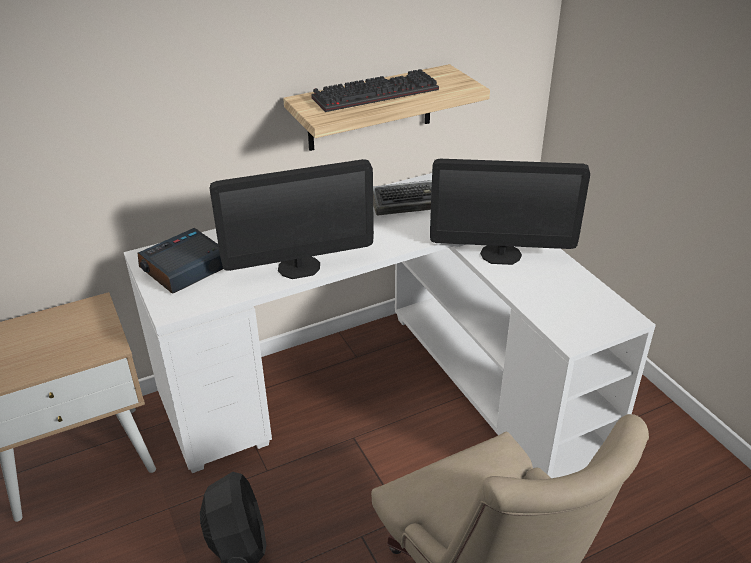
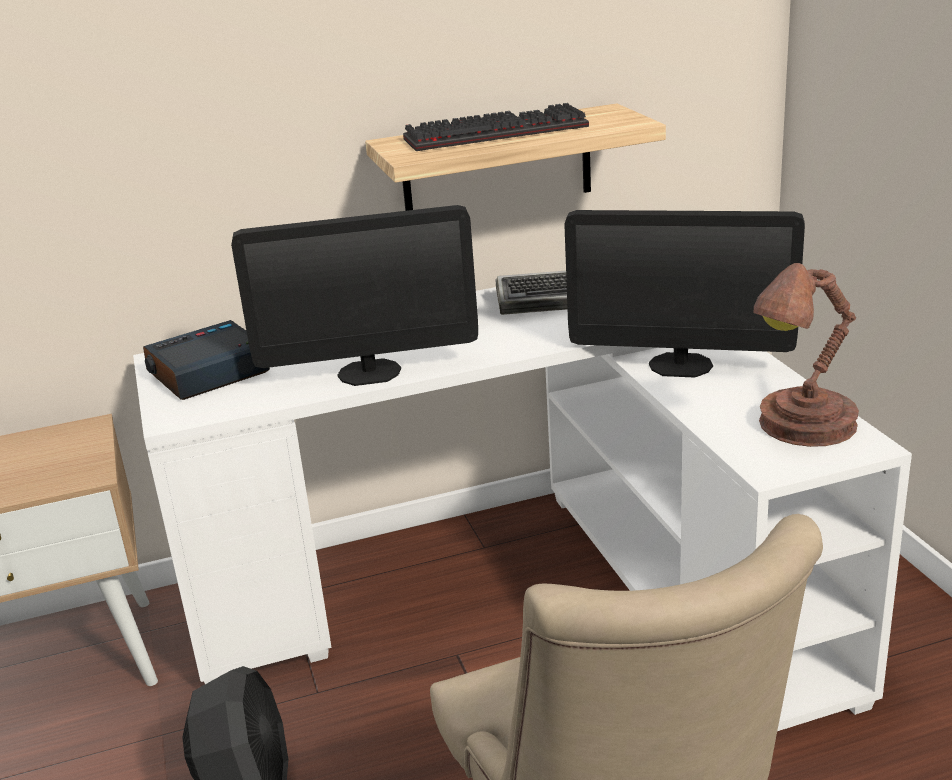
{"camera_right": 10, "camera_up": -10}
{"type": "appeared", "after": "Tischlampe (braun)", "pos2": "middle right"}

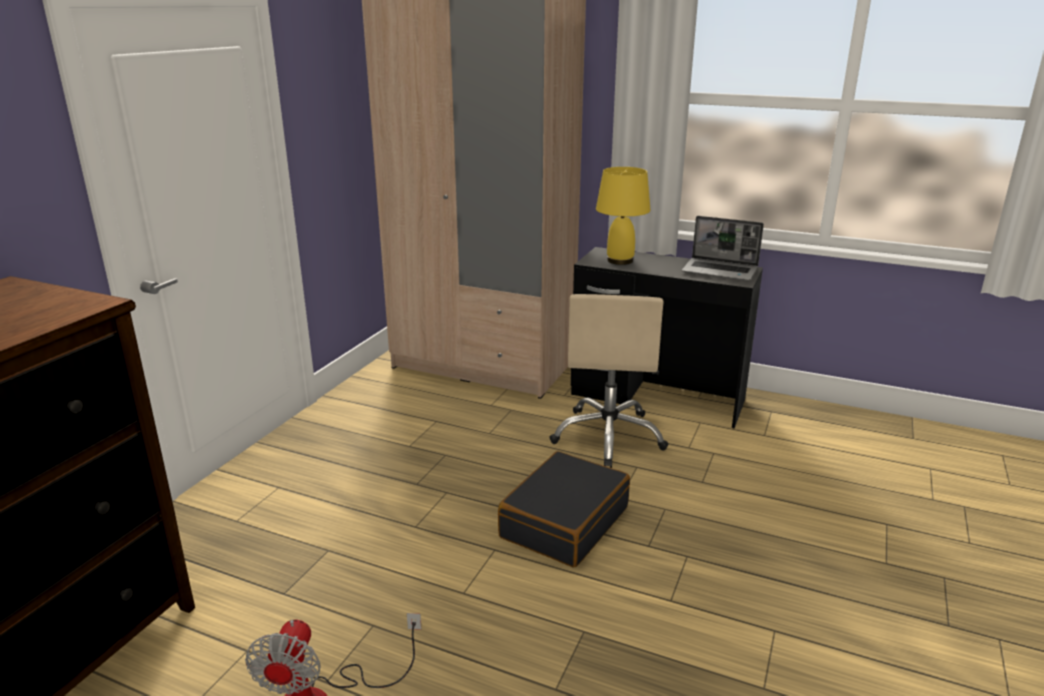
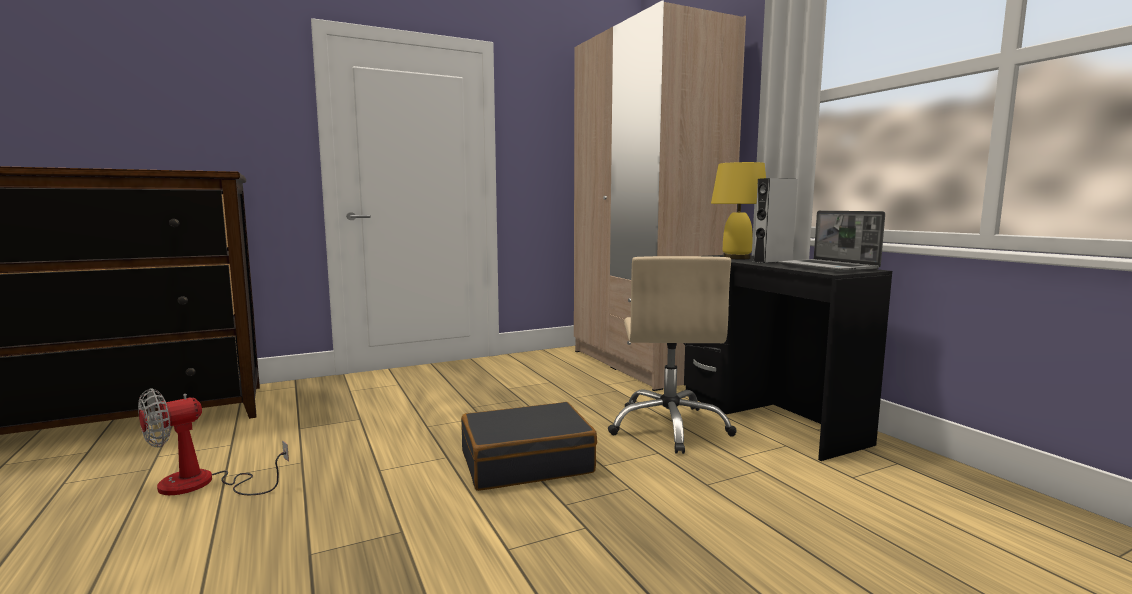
{"camera_right": 40, "camera_up": -15}
{"type": "appeared", "after": "Lautsprecher (grau)", "pos2": "middle right"}
{"type": "spun", "before": "Bürostuhl (beige)", "pos1": "centre", "pos2": "centre", "turn": -45}

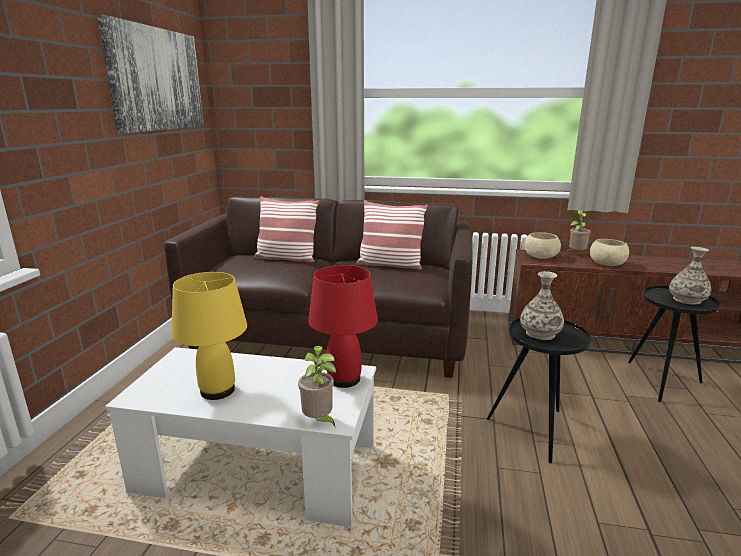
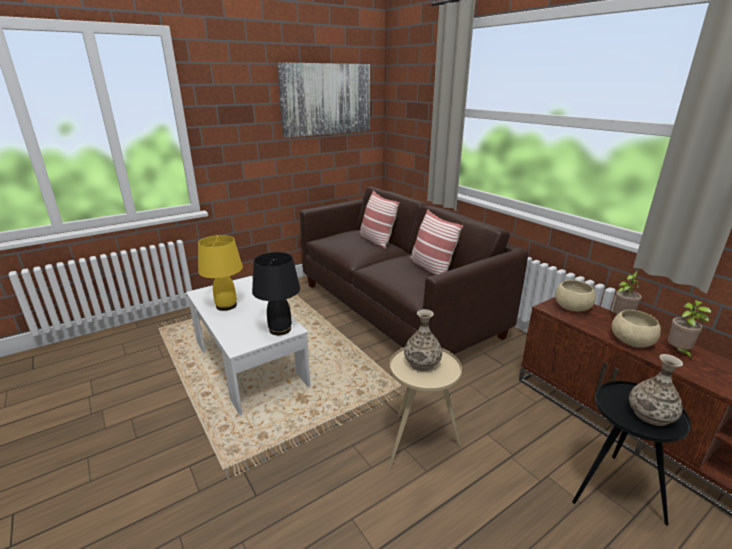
{"camera_right": 45, "camera_up": 5}
{"type": "relocated", "before": "Topfpflanze (no. 1 from left in the first image)", "after": "Topfpflanze (no. 2 from left)", "pos1": "bottom centre", "pos2": "middle right"}
{"type": "colour", "before": "Tischlampe (rot)", "after": "Tischlampe (schwarz)", "pos1": "centre", "pos2": "centre"}
{"type": "colour", "before": "Beistelltisch (schwarz) (no. 1 from left)", "after": "Beistelltisch (beige)", "pos1": "bottom right", "pos2": "bottom centre"}

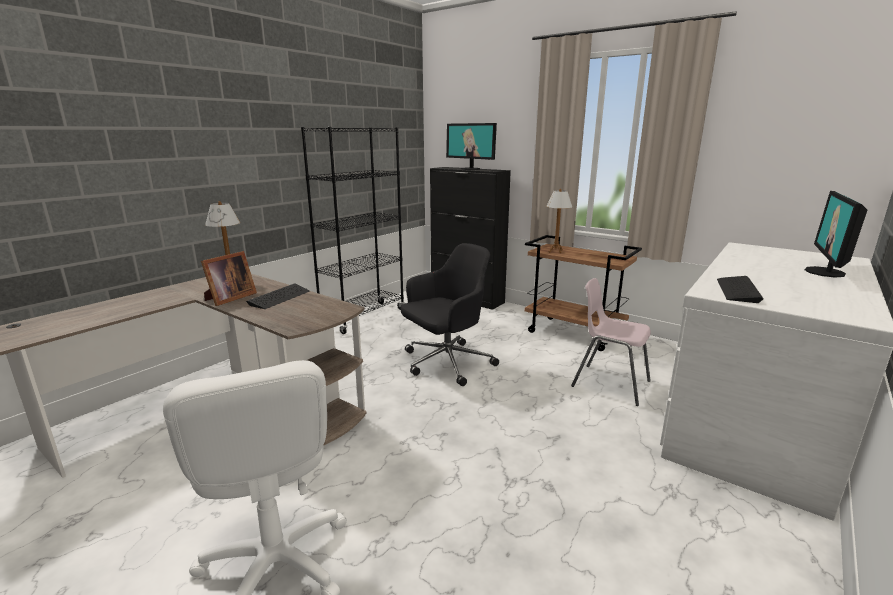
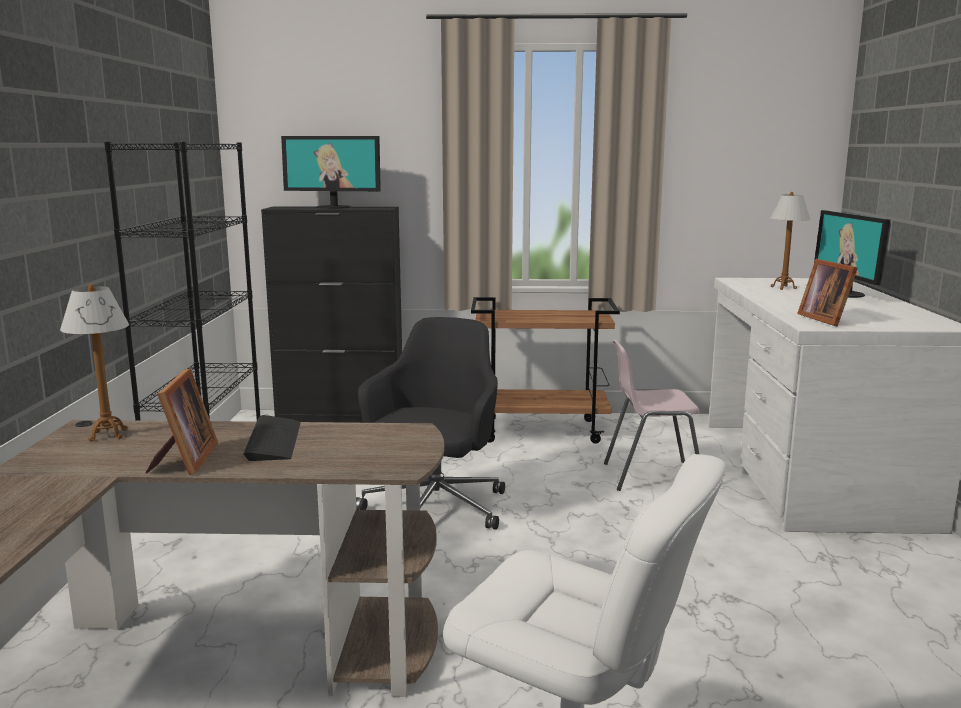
{"camera_right": -35, "camera_up": -5}
{"type": "relocated", "before": "Tischlampe (no. 2 from left)", "pos1": "centre", "pos2": "middle right"}
{"type": "exchanged", "before": "Tastatur (no. 2 from left)", "after": "Bilderrahmen (no. 2 from left)", "pos1": "middle right", "pos2": "middle right"}

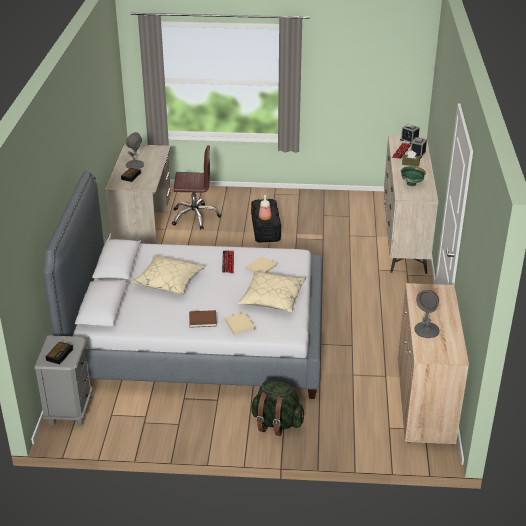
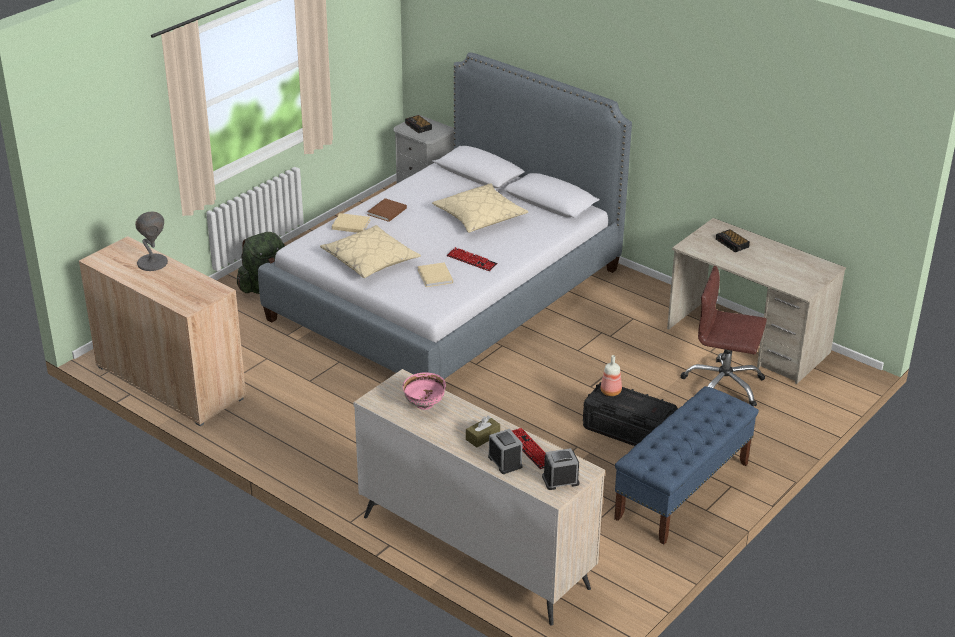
{"camera_right": 125, "camera_up": 0}
{"type": "missing", "before": "Tischlampe (grau) (no. 1 from left)", "pos1": "top left"}
{"type": "appeared", "after": "Bank (blau)", "pos2": "bottom right"}
{"type": "colour", "before": "Schüssel (grün)", "after": "Schüssel (rosa)", "pos1": "middle right", "pos2": "centre"}
{"type": "spun", "before": "Bürostuhl (braun)", "pos1": "centre", "pos2": "middle right", "turn": 75}

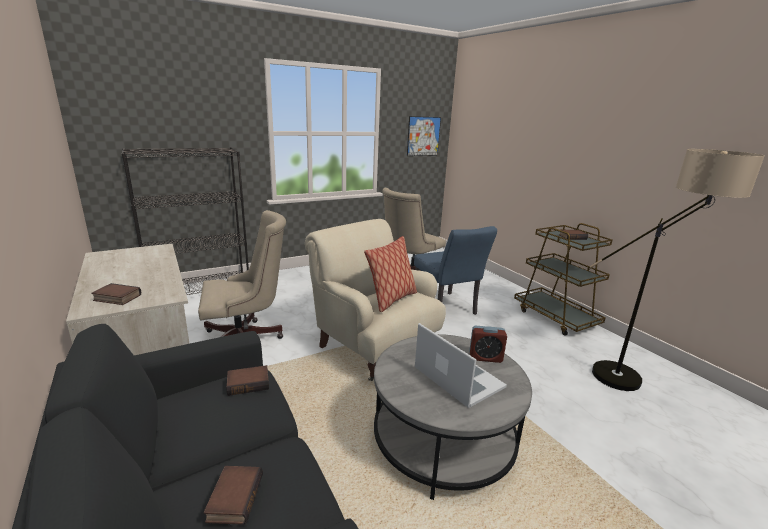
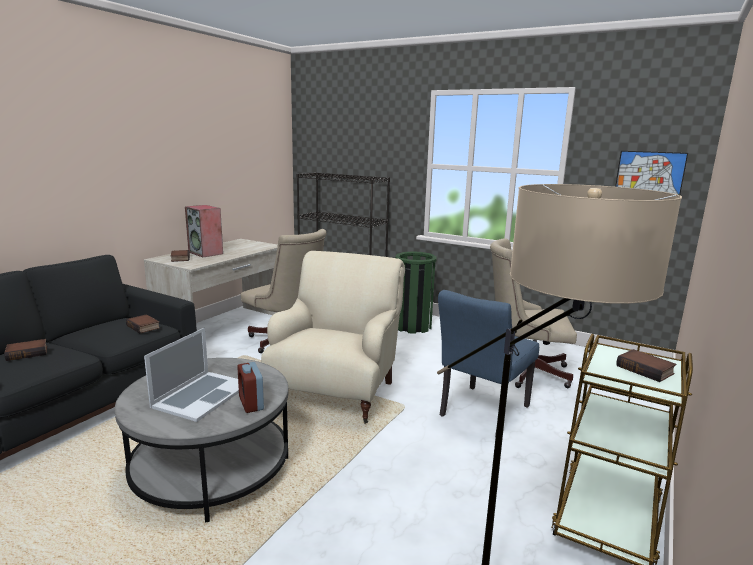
{"camera_right": 60, "camera_up": -5}
{"type": "missing", "before": "Kissen", "pos1": "centre"}
{"type": "appeared", "after": "Lautsprecher", "pos2": "middle left"}
{"type": "appeared", "after": "Mülleimer (grün)", "pos2": "centre"}

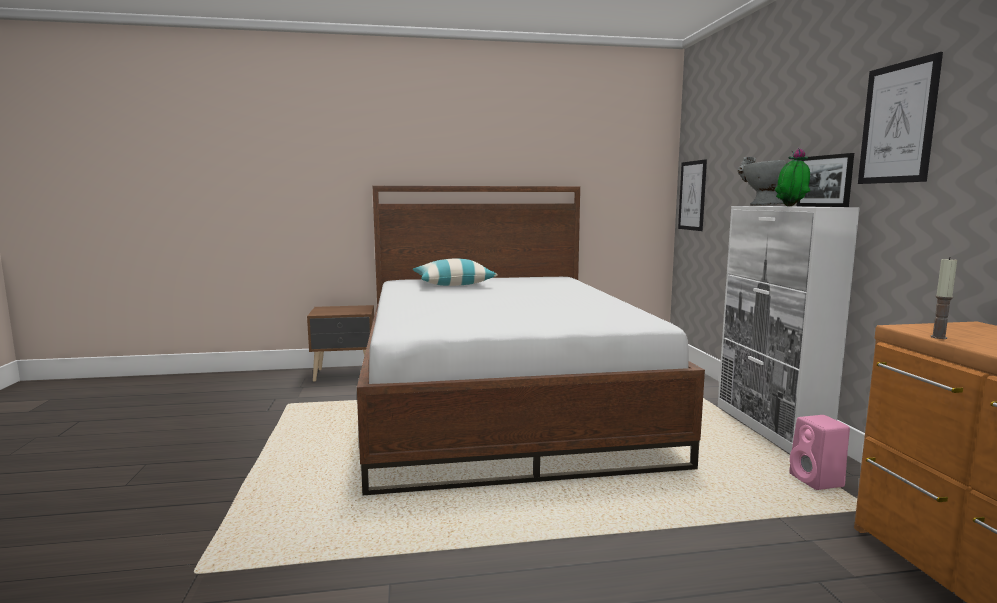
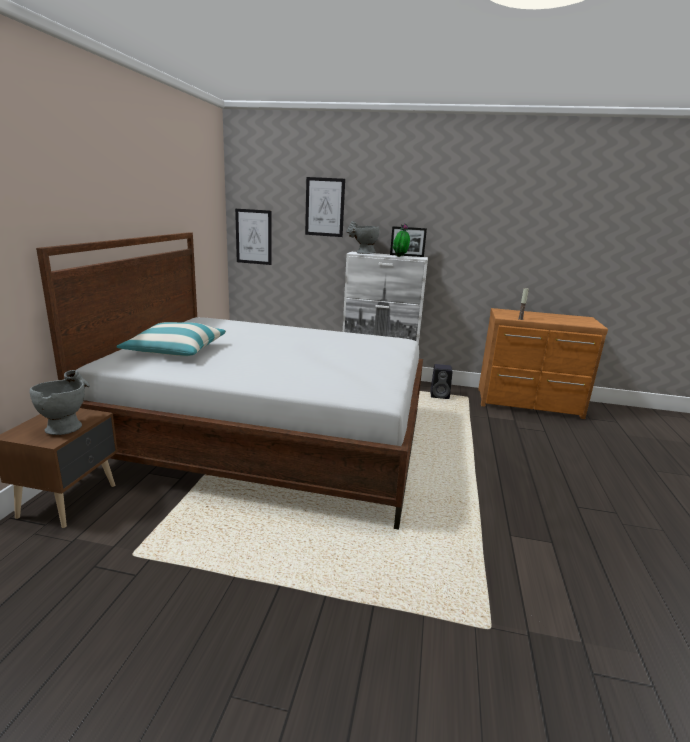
{"camera_right": -70, "camera_up": 10}
{"type": "appeared", "after": "Vase (grau) (no. 1 from left)", "pos2": "middle left"}
{"type": "relocated", "before": "Bild (no. 2 from left)", "pos1": "top right", "pos2": "top centre"}
{"type": "colour", "before": "Lautsprecher (rosa)", "after": "Lautsprecher (schwarz)", "pos1": "bottom right", "pos2": "centre"}

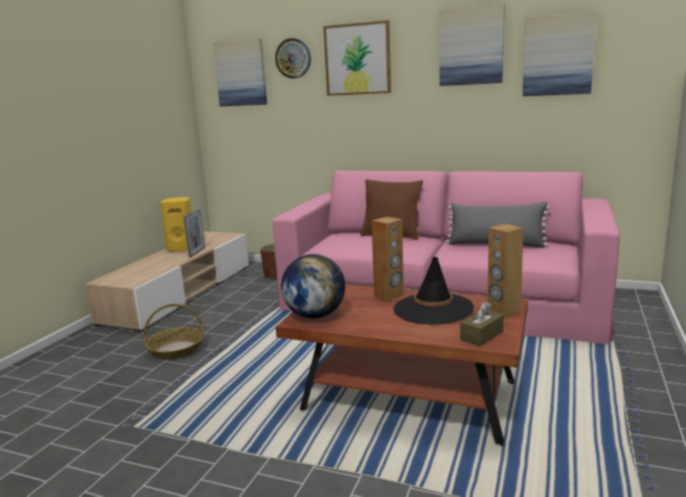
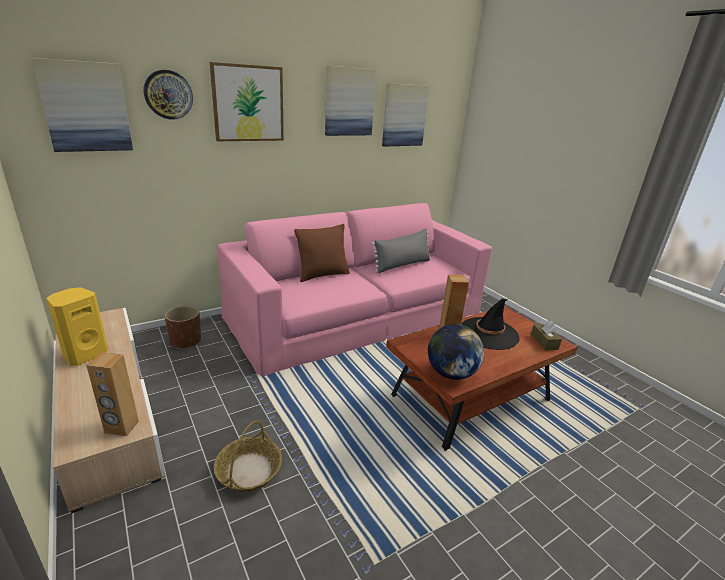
{"camera_right": -55, "camera_up": 10}
{"type": "missing", "before": "Bilderrahmen", "pos1": "middle left"}
{"type": "relocated", "before": "Lautsprecher (braun) (no. 2 from left in the first image)", "after": "Lautsprecher (braun) (no. 1 from left)", "pos1": "middle right", "pos2": "bottom left"}

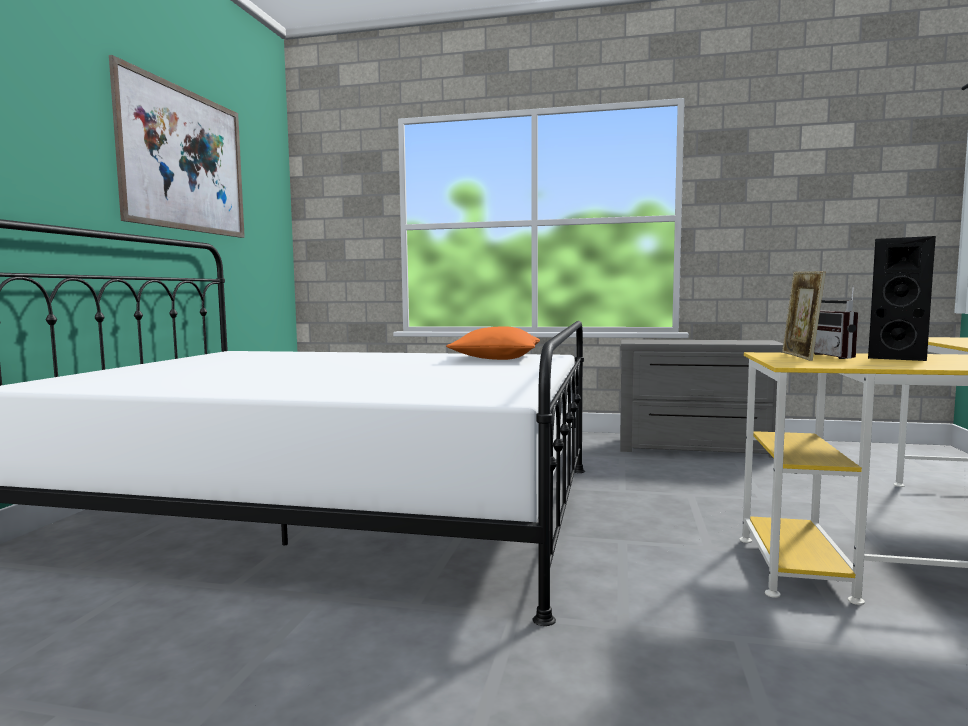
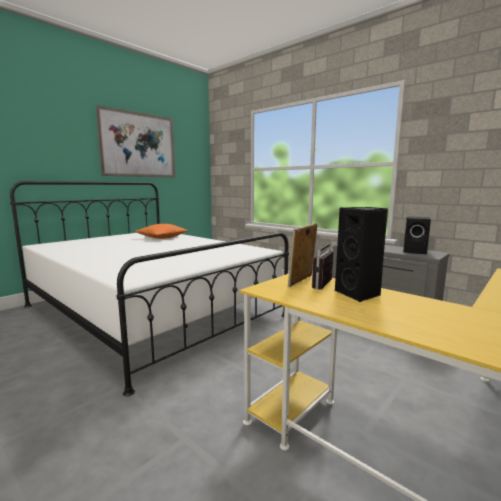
{"camera_right": 30, "camera_up": 5}
{"type": "appeared", "after": "Lautsprecher (schwarz) (no. 2 from left)", "pos2": "middle right"}
{"type": "relocated", "before": "Kissen (orange)", "pos1": "centre", "pos2": "middle left"}

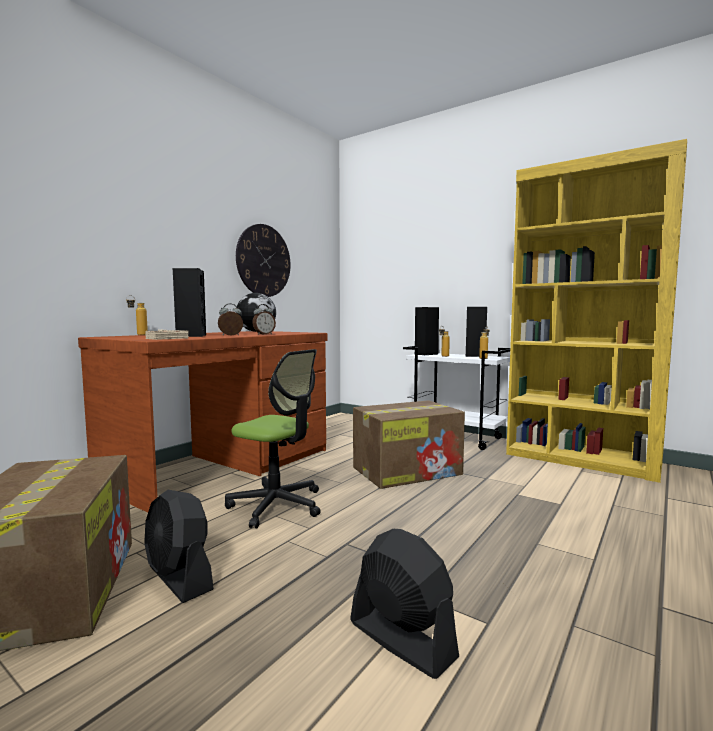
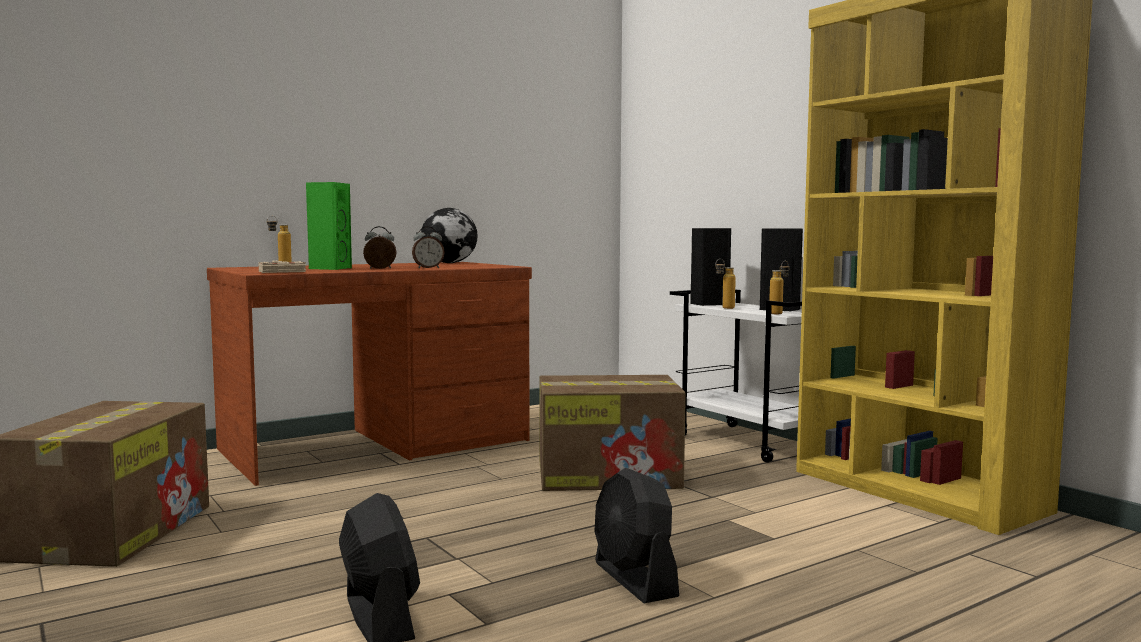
{"camera_right": 20, "camera_up": 0}
{"type": "missing", "before": "Bürostuhl", "pos1": "centre"}
{"type": "missing", "before": "Wanduhr", "pos1": "centre"}
{"type": "relocated", "before": "Ventilator (schwarz) (no. 1 from left in the first image)", "after": "Ventilator (schwarz) (no. 2 from left)", "pos1": "bottom left", "pos2": "bottom centre"}
{"type": "colour", "before": "Lautsprecher (schwarz) (no. 1 from left)", "after": "Lautsprecher (grün)", "pos1": "middle left", "pos2": "middle left"}

